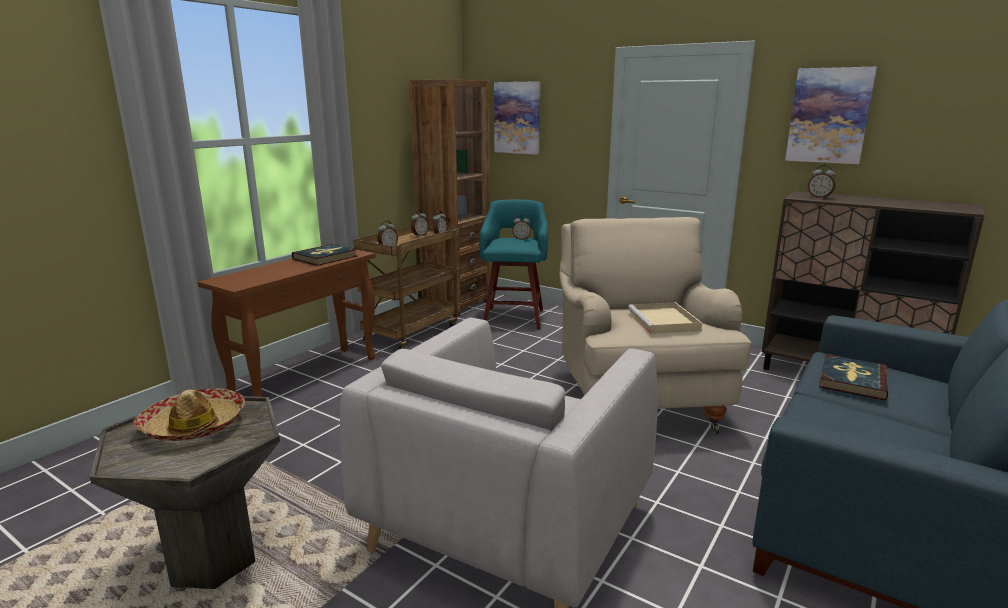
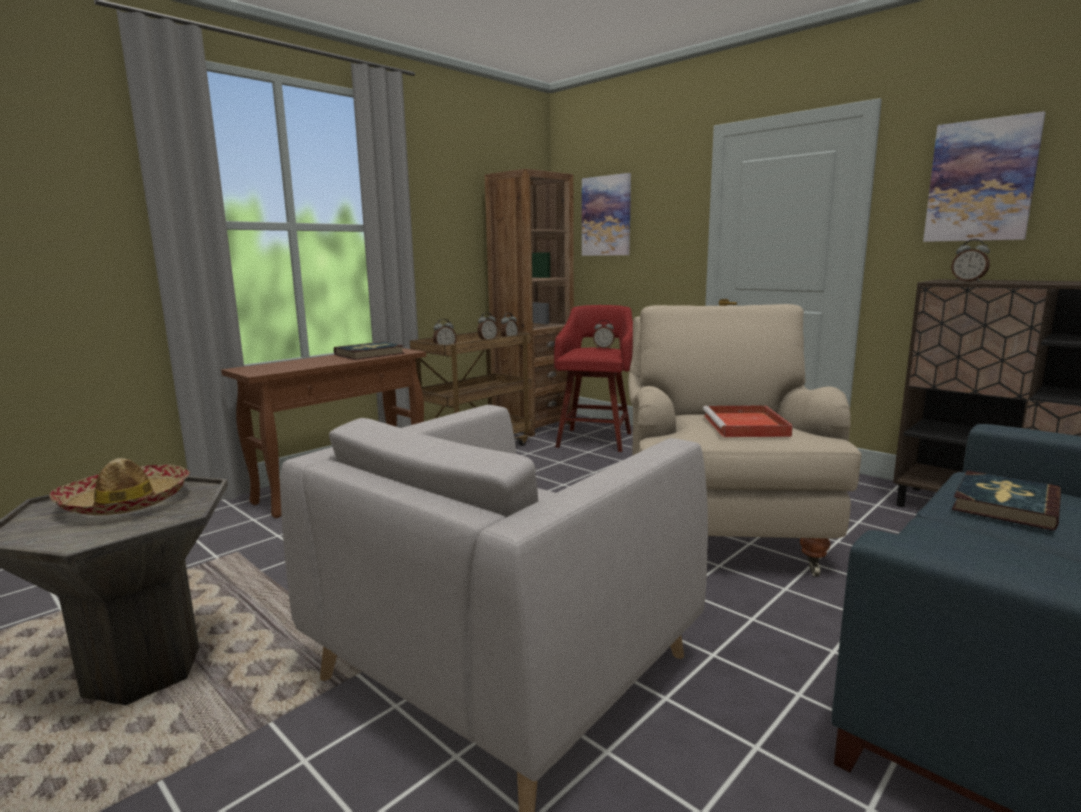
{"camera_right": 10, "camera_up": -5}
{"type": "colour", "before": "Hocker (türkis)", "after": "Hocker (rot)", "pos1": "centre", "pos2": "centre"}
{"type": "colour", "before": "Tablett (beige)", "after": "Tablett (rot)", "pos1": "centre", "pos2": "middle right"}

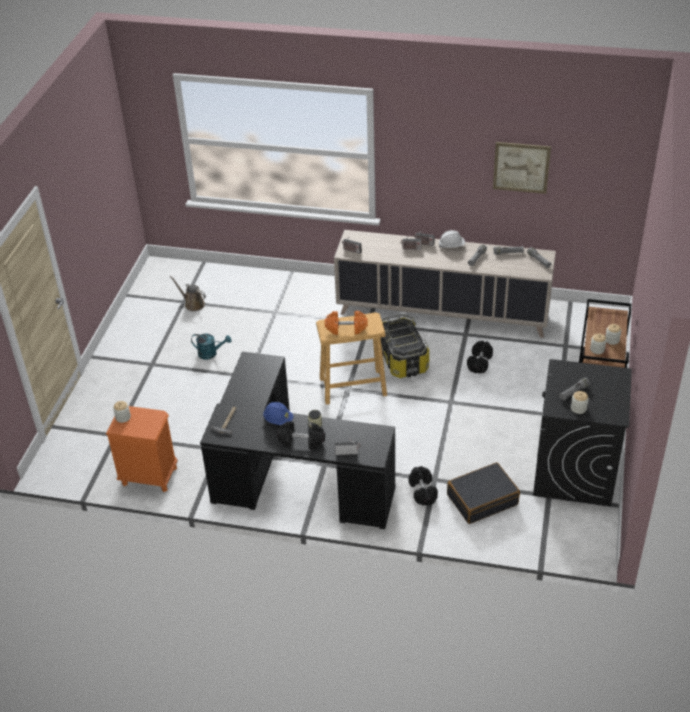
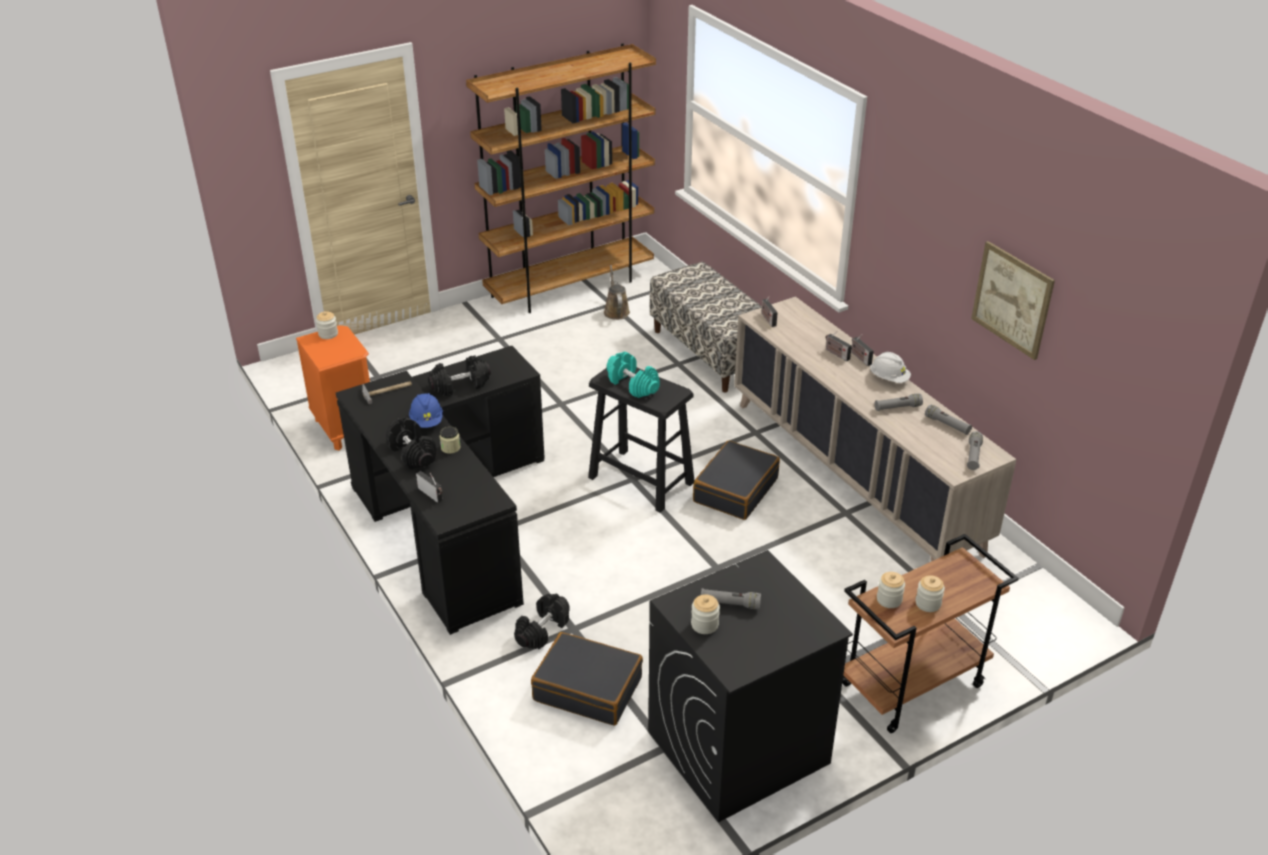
{"camera_right": 45, "camera_up": -5}
{"type": "missing", "before": "Gießkanne (türkis)", "pos1": "middle left"}
{"type": "appeared", "after": "Bücherregal (braun)", "pos2": "top centre"}
{"type": "appeared", "after": "Bank", "pos2": "centre"}
{"type": "relocated", "before": "Hantel (schwarz) (no. 3 from left in the first image)", "after": "Hantel (schwarz) (no. 2 from left)", "pos1": "middle right", "pos2": "centre"}
{"type": "exchanged", "before": "Aufbewahrungsbox", "after": "Koffer (schwarz) (no. 2 from left)", "pos1": "centre", "pos2": "centre"}
{"type": "colour", "before": "Hocker (beige)", "after": "Hocker (schwarz)", "pos1": "centre", "pos2": "centre"}
{"type": "colour", "before": "Hantel (orange)", "after": "Hantel (türkis)", "pos1": "centre", "pos2": "centre"}

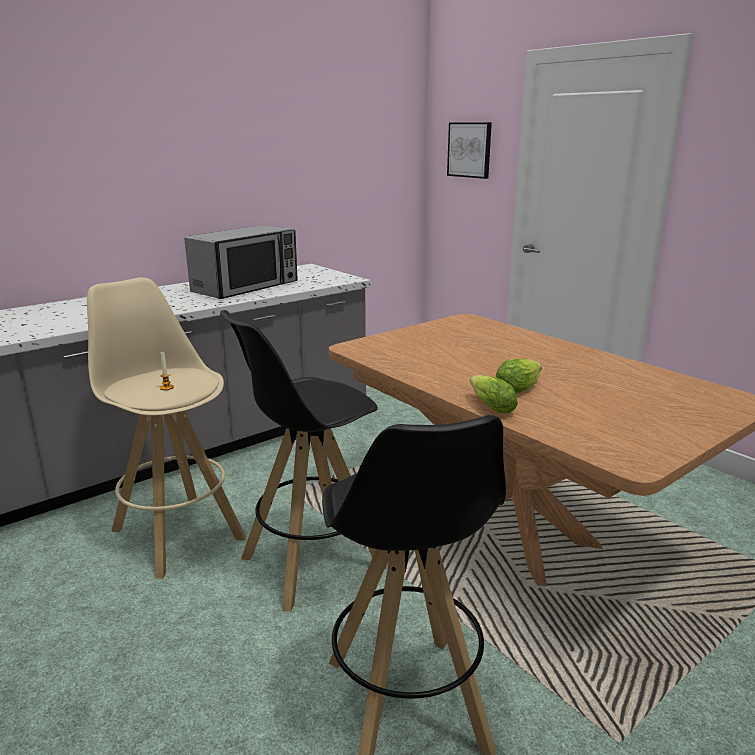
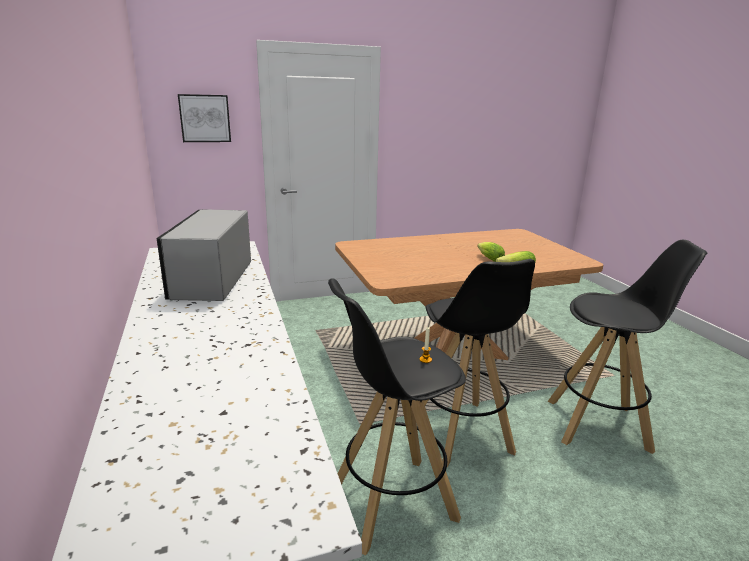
{"camera_right": -70, "camera_up": 0}
{"type": "colour", "before": "Hocker (beige)", "after": "Hocker (schwarz) (no. 1 from left)", "pos1": "middle left", "pos2": "bottom centre"}
{"type": "spun", "before": "Mikrowelle", "pos1": "middle left", "pos2": "middle left", "turn": -150}

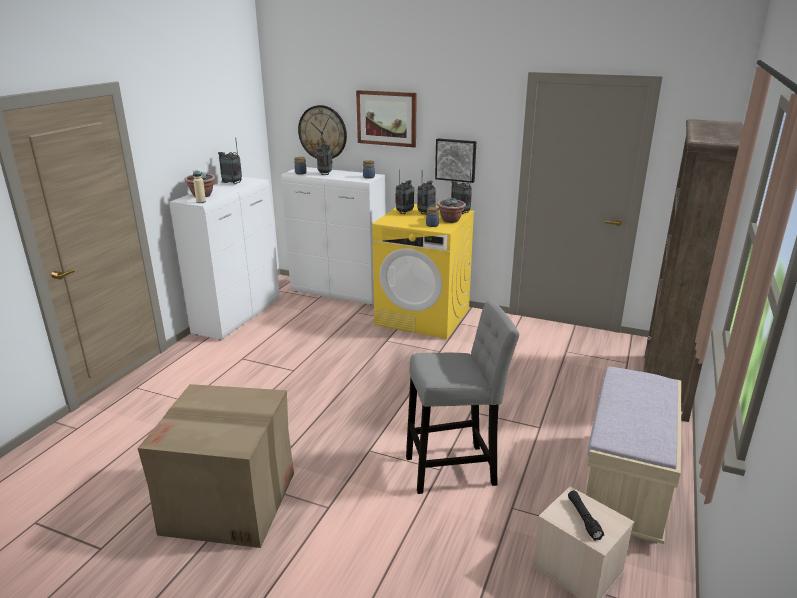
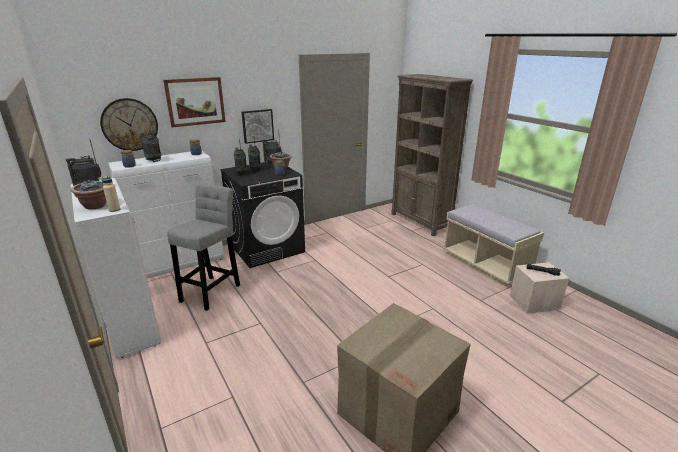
{"camera_right": -55, "camera_up": 0}
{"type": "relocated", "before": "Hocker (grau)", "pos1": "centre", "pos2": "middle left"}
{"type": "colour", "before": "Waschmaschine (gelb)", "after": "Waschmaschine (schwarz)", "pos1": "centre", "pos2": "centre"}

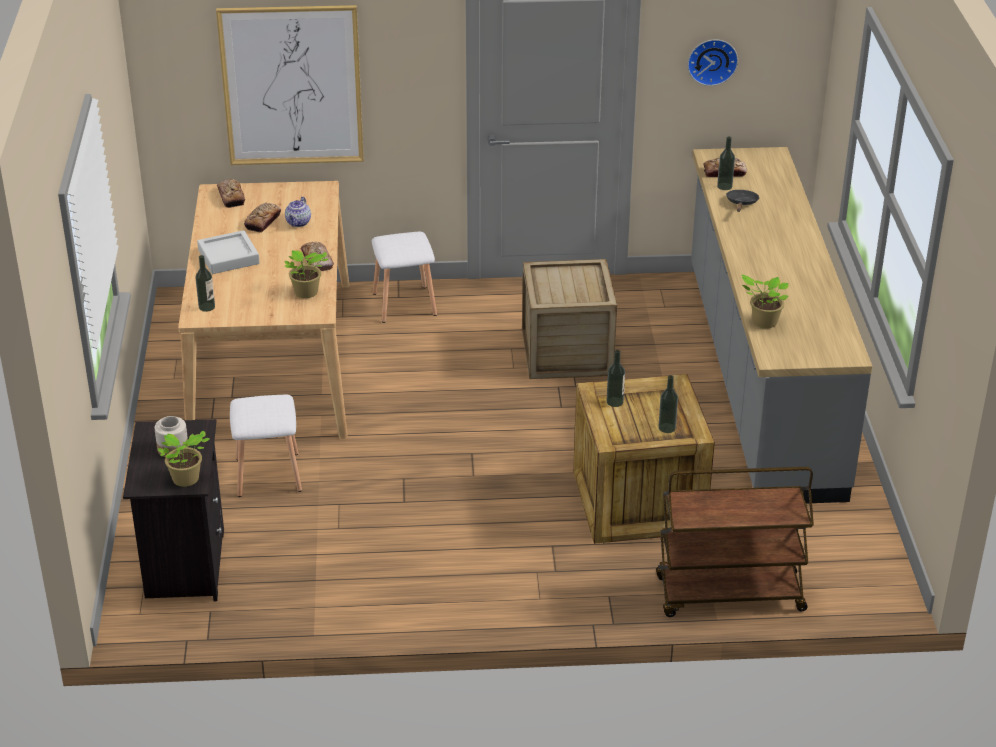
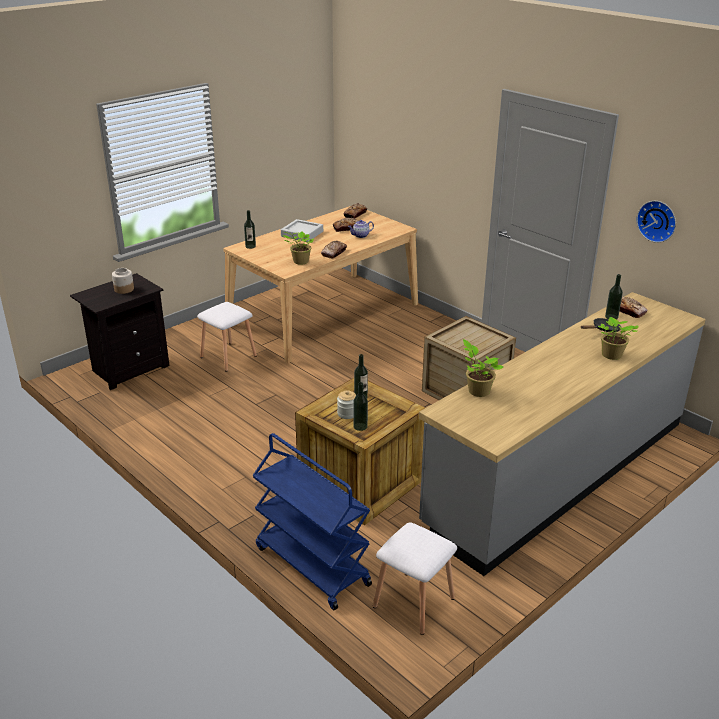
{"camera_right": 50, "camera_up": -5}
{"type": "missing", "before": "Bild", "pos1": "top left"}
{"type": "appeared", "after": "Vorratsglas (no. 2 from left)", "pos2": "centre"}
{"type": "relocated", "before": "Topfpflanze (no. 1 from left in the first image)", "after": "Topfpflanze (no. 3 from left)", "pos1": "middle left", "pos2": "middle right"}
{"type": "relocated", "before": "Hocker (weiß) (no. 2 from left)", "pos1": "centre", "pos2": "bottom centre"}
{"type": "colour", "before": "Rollwagen (braun)", "after": "Rollwagen (blau)", "pos1": "bottom right", "pos2": "bottom centre"}

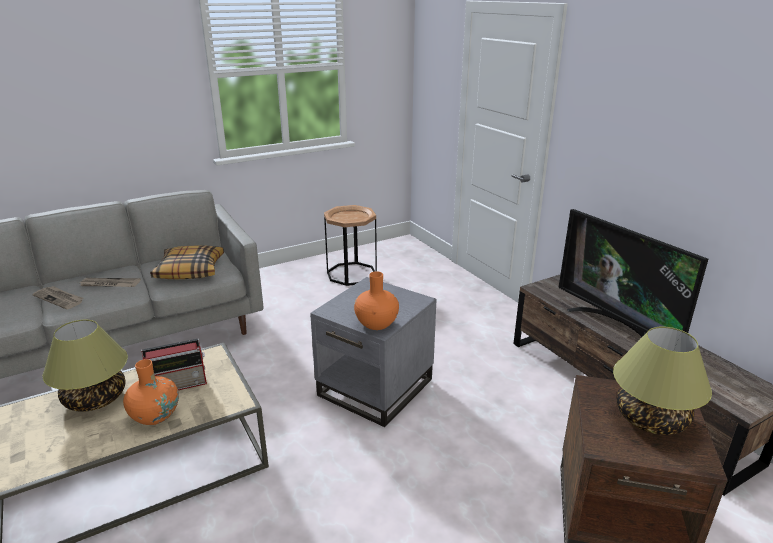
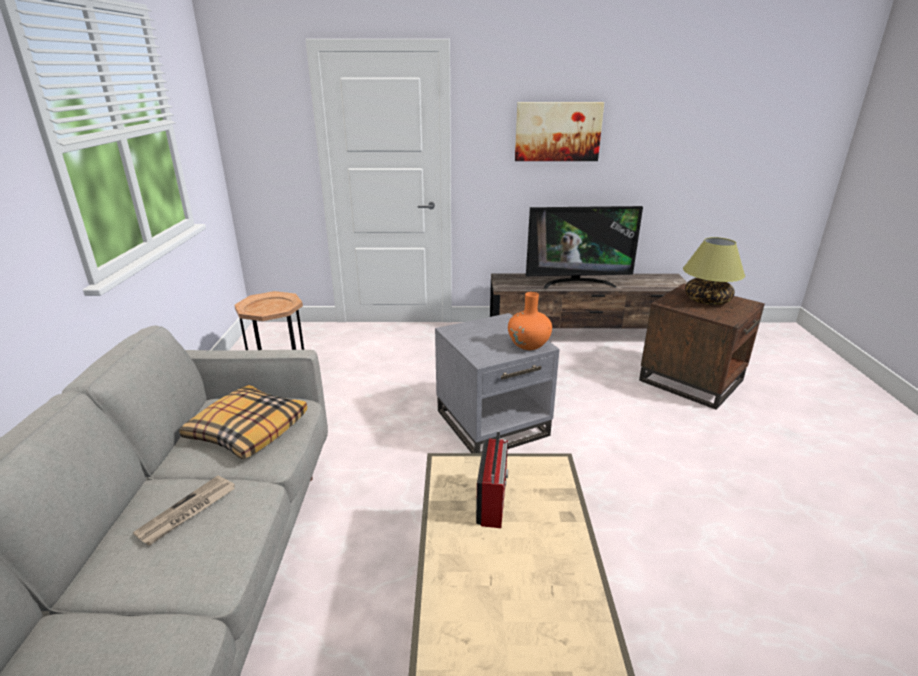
{"camera_right": -60, "camera_up": 0}
{"type": "missing", "before": "Zeitung (no. 1 from left)", "pos1": "middle left"}
{"type": "missing", "before": "Tischlampe (no. 1 from left)", "pos1": "bottom left"}
{"type": "missing", "before": "Vase (orange) (no. 1 from left)", "pos1": "bottom left"}
{"type": "appeared", "after": "Bild", "pos2": "top centre"}

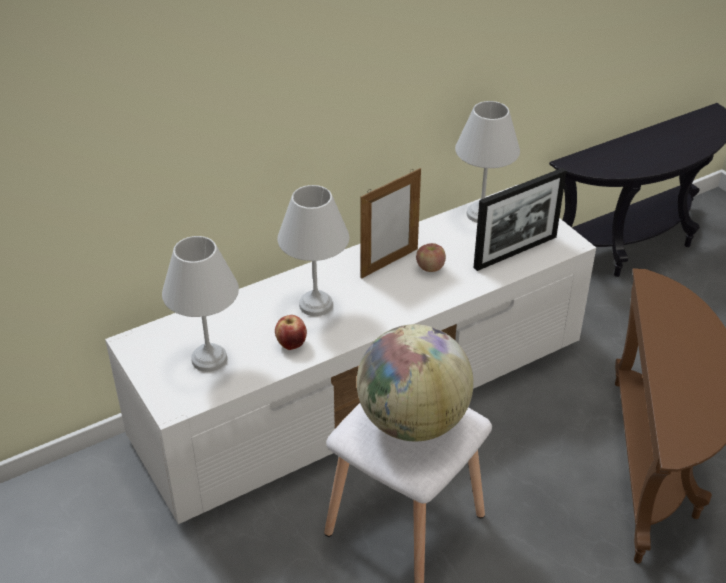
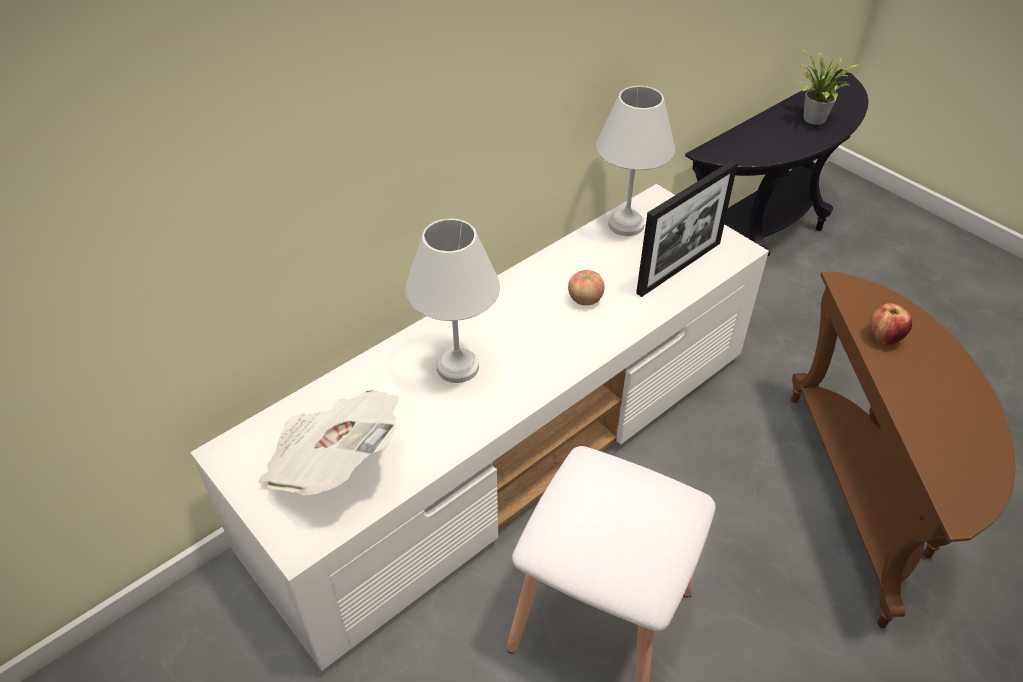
{"camera_right": -10, "camera_up": 5}
{"type": "missing", "before": "Globus", "pos1": "centre"}
{"type": "missing", "before": "Bilderrahmen (no. 1 from left)", "pos1": "centre"}
{"type": "appeared", "after": "Topfpflanze", "pos2": "top right"}
{"type": "relocated", "before": "Apfel (no. 1 from left in the first image)", "after": "Apfel (no. 2 from left)", "pos1": "centre", "pos2": "middle right"}
{"type": "exchanged", "before": "Tischlampe (weiß) (no. 1 from left)", "after": "Zeitung", "pos1": "middle left", "pos2": "middle left"}

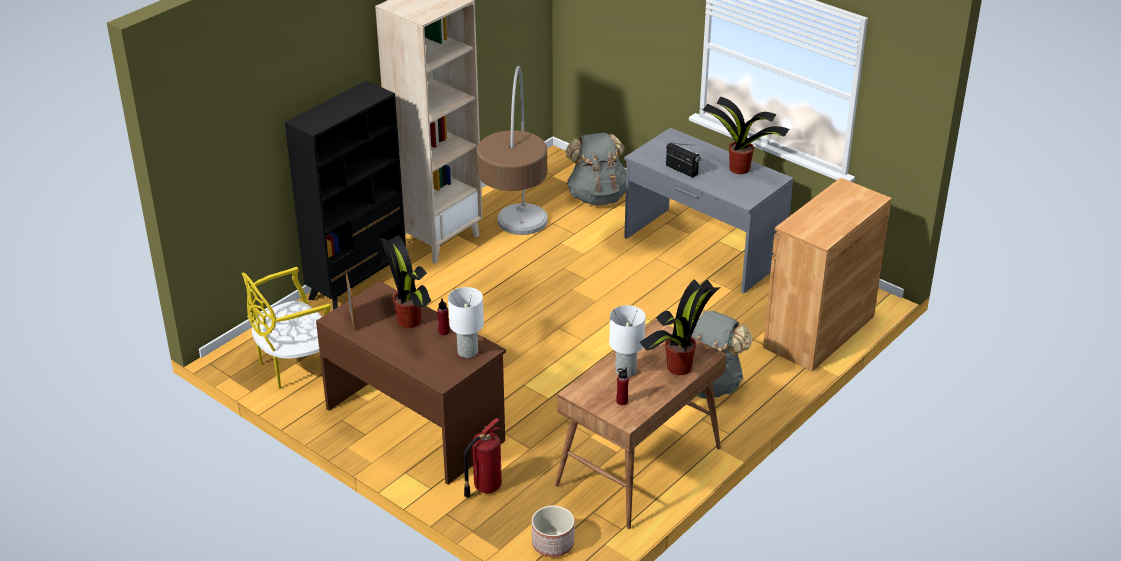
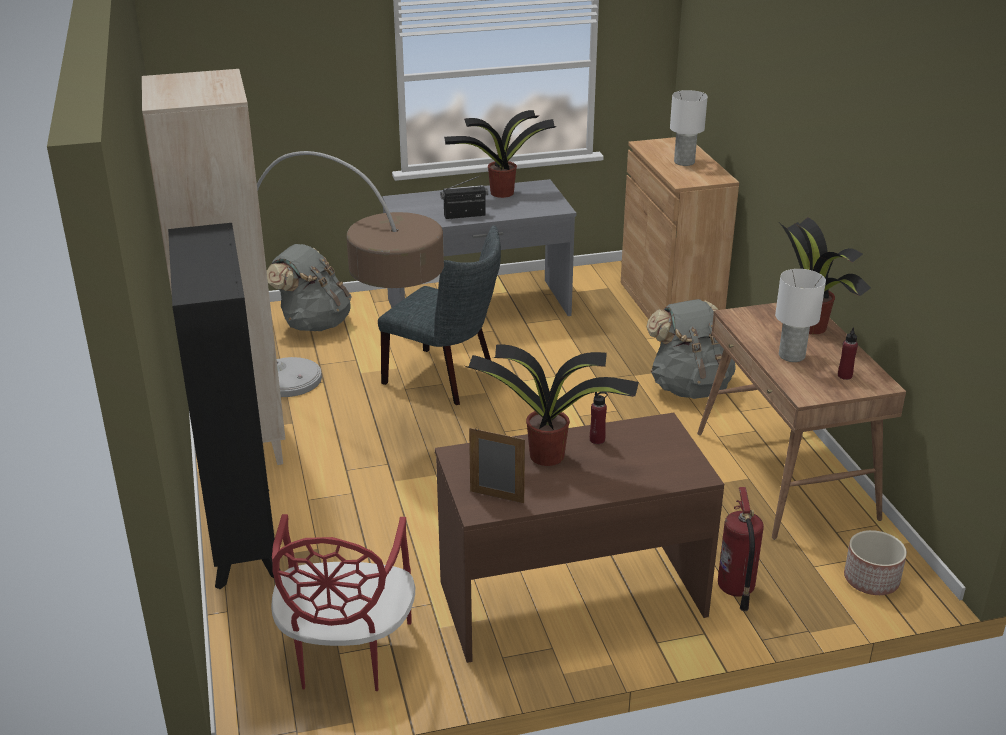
{"camera_right": -55, "camera_up": -5}
{"type": "appeared", "after": "Stuhl (grau)", "pos2": "centre"}
{"type": "relocated", "before": "Tischlampe (weiß) (no. 1 from left)", "pos1": "centre", "pos2": "top right"}
{"type": "colour", "before": "Stuhl (gelb)", "after": "Stuhl (rot)", "pos1": "middle left", "pos2": "bottom centre"}

